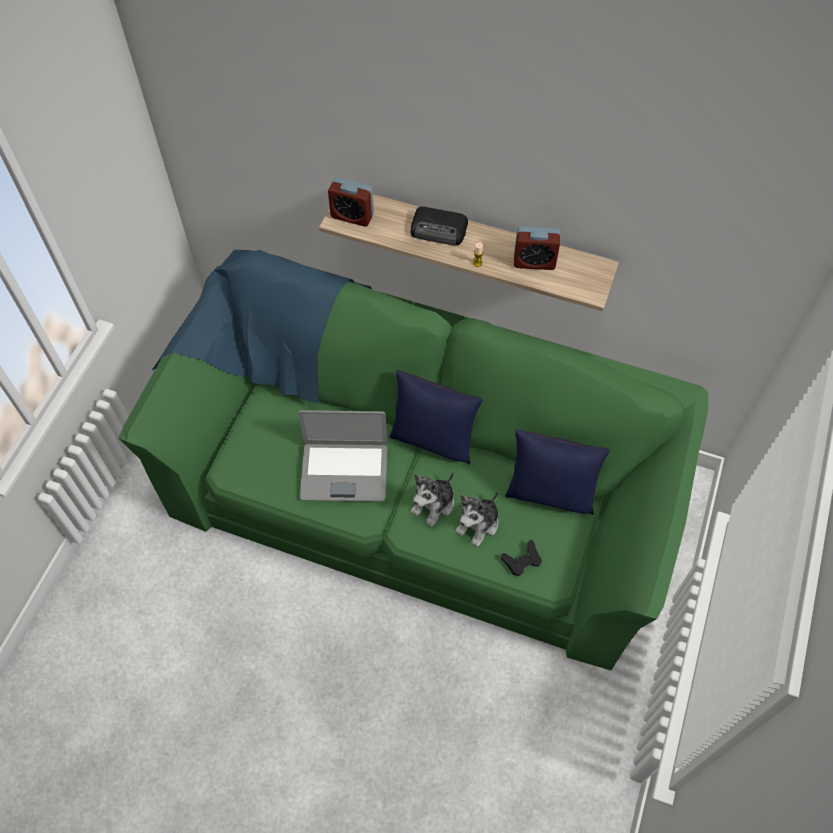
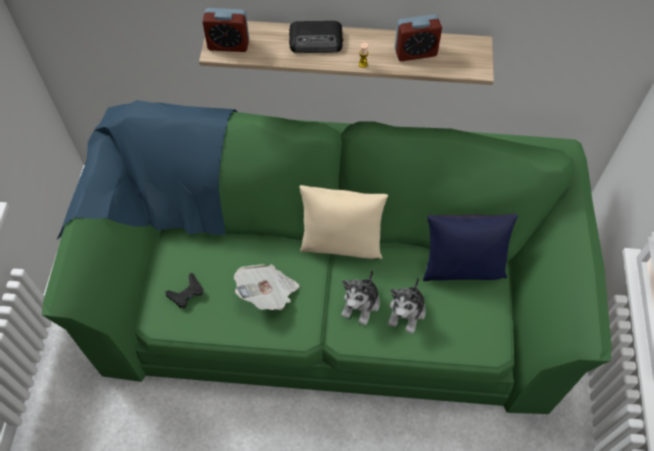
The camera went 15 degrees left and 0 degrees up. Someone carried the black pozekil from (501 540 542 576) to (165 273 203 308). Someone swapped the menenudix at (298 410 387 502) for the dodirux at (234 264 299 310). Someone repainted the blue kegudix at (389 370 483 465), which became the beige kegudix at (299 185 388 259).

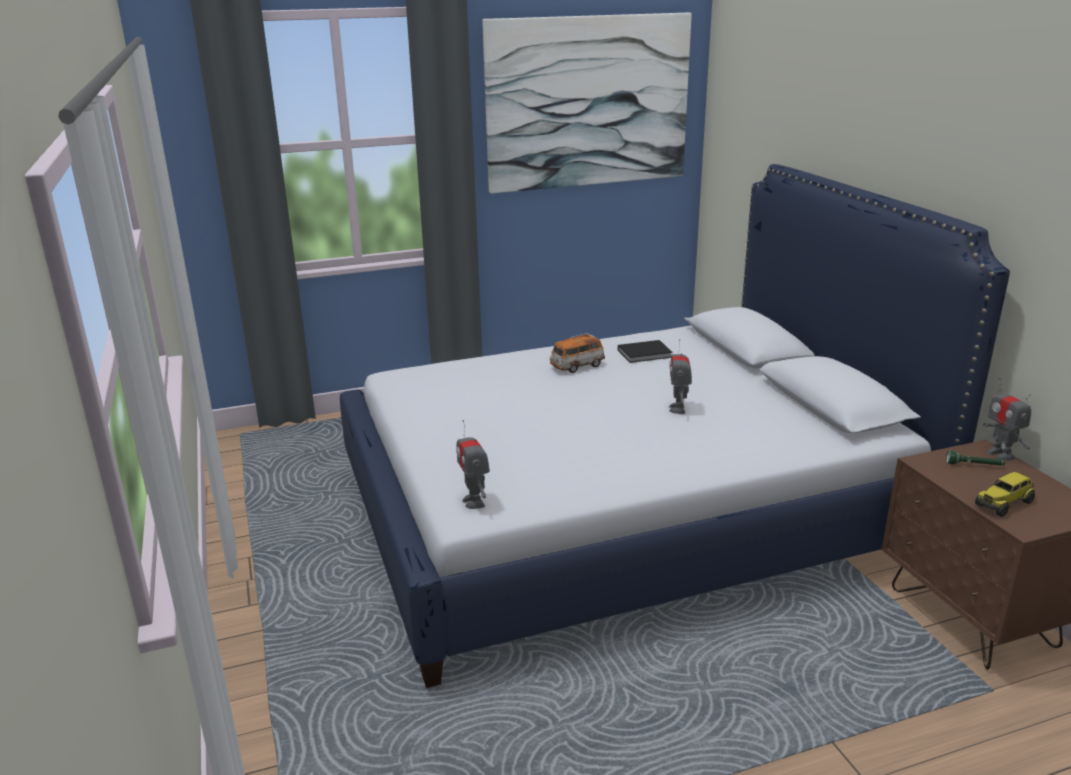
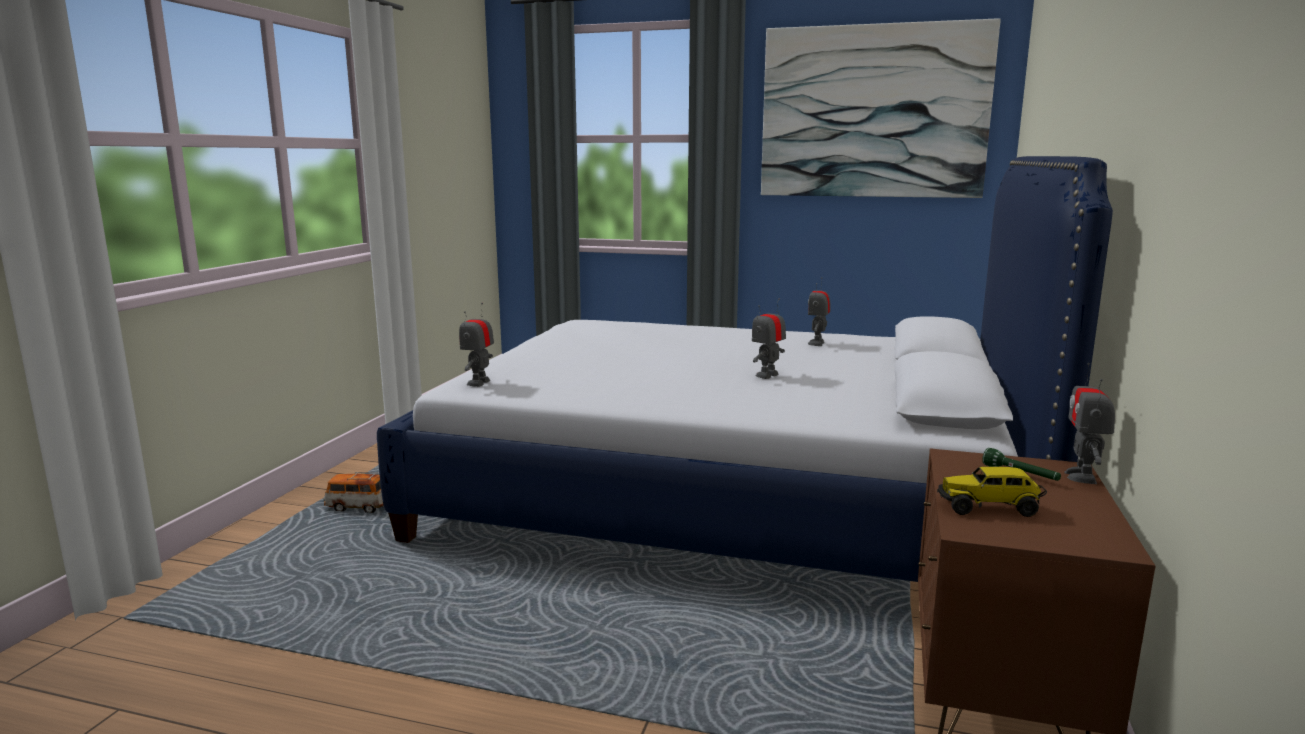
The camera went 35 degrees right and 10 degrees down. Someone carried the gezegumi from (550 333 605 373) to (323 472 384 513). Someone swapped the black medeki at (618 340 673 363) for the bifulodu at (808 277 831 346).

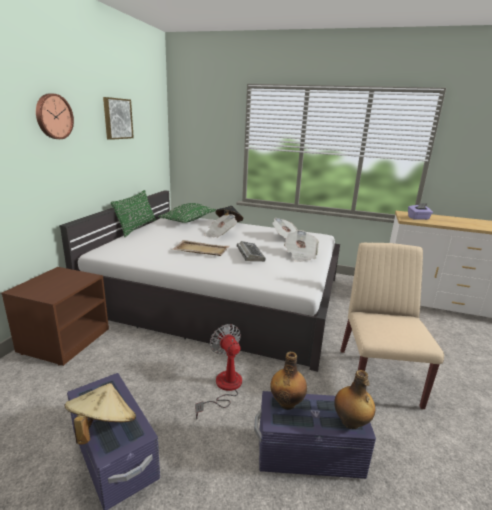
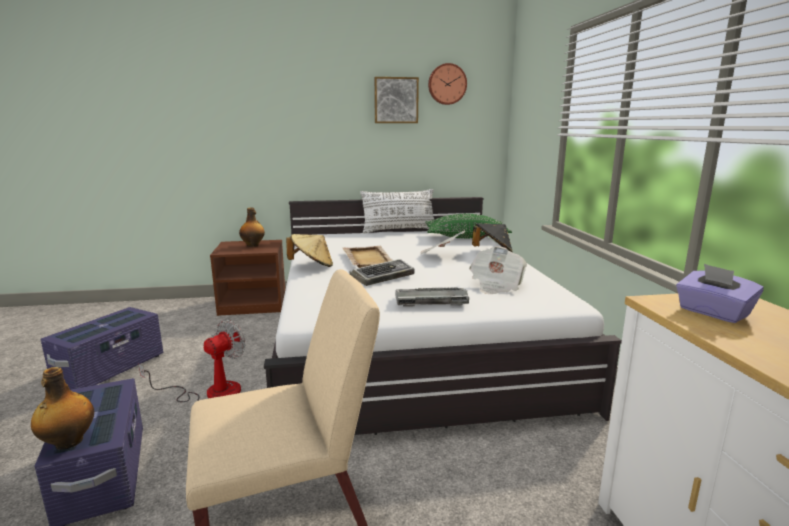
The camera went 65 degrees right and 5 degrees down. Someone carried the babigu from (270 352 307 410) to (239 208 265 247). Someone carried the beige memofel from (64 383 136 445) to (286 234 333 267). Someone repainted the green kegudix at (111 190 156 237), which became the white kegudix at (360 189 435 233). Someone swapped the dodirux at (284 230 319 262) for the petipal at (396 287 469 307). Someone carried the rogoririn from (36 94 74 139) to (428 63 467 105).

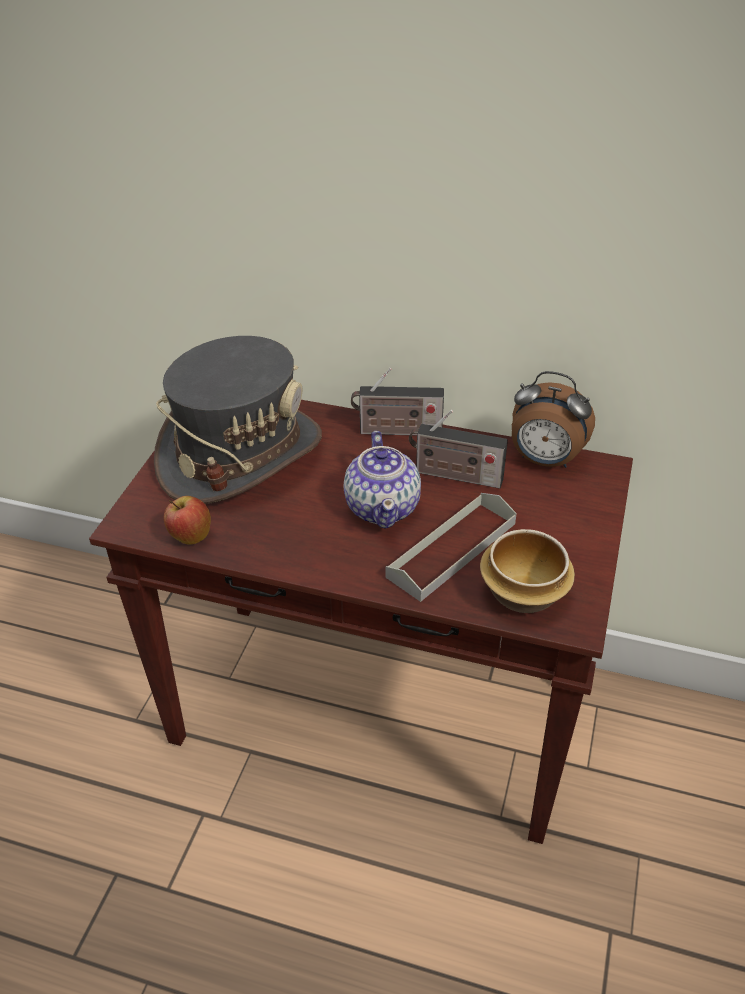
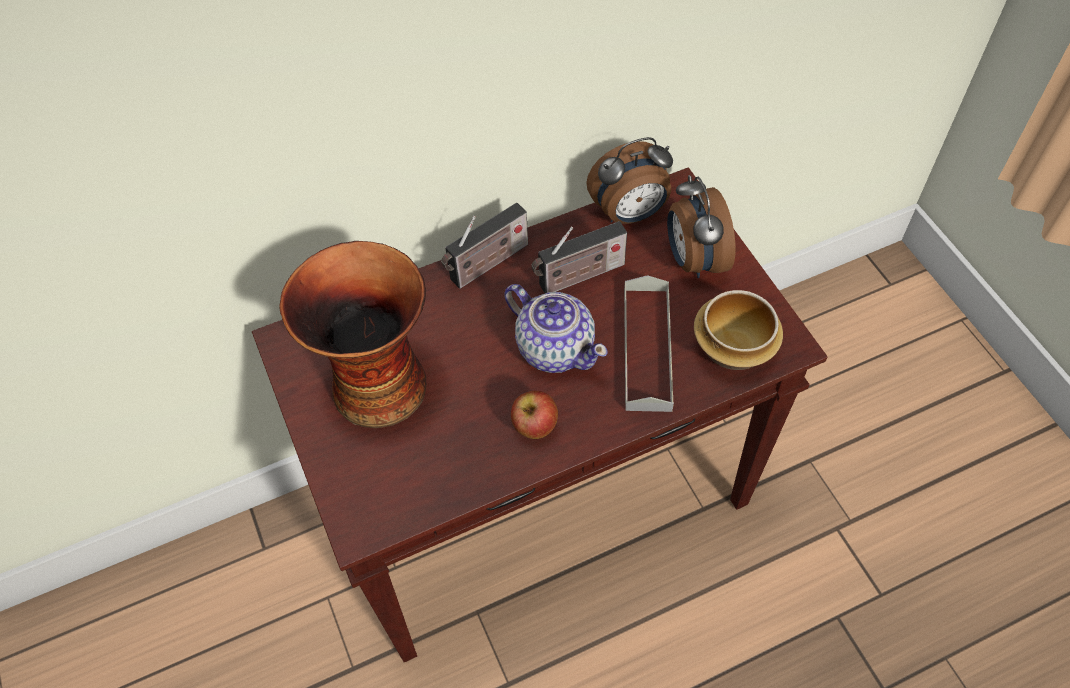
The camera went 40 degrees left and 15 degrees up. Someone swapped the grey memofel at (154 336 322 504) for the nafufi at (279 241 426 428). Someone carried the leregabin from (164 496 211 544) to (511 391 558 439). Someone put down the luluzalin at (667 175 736 278).

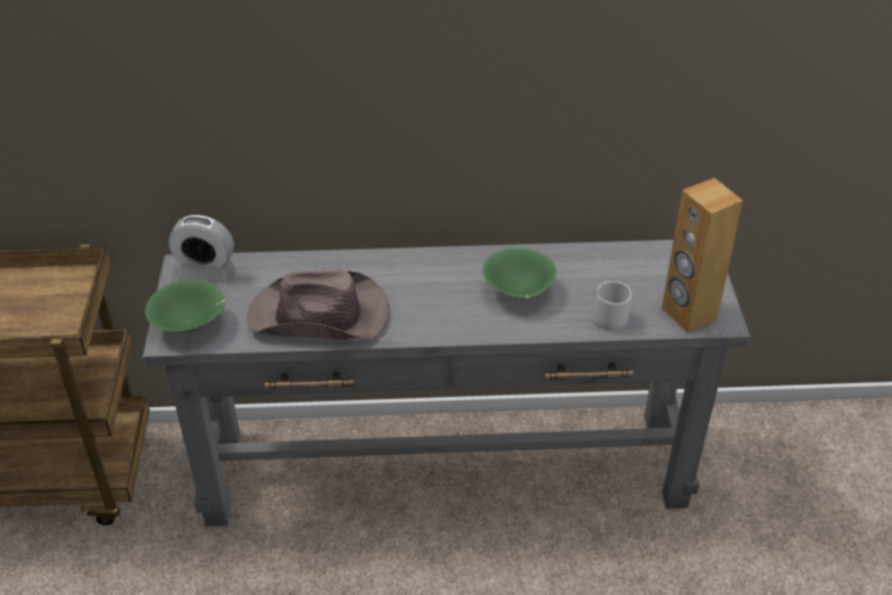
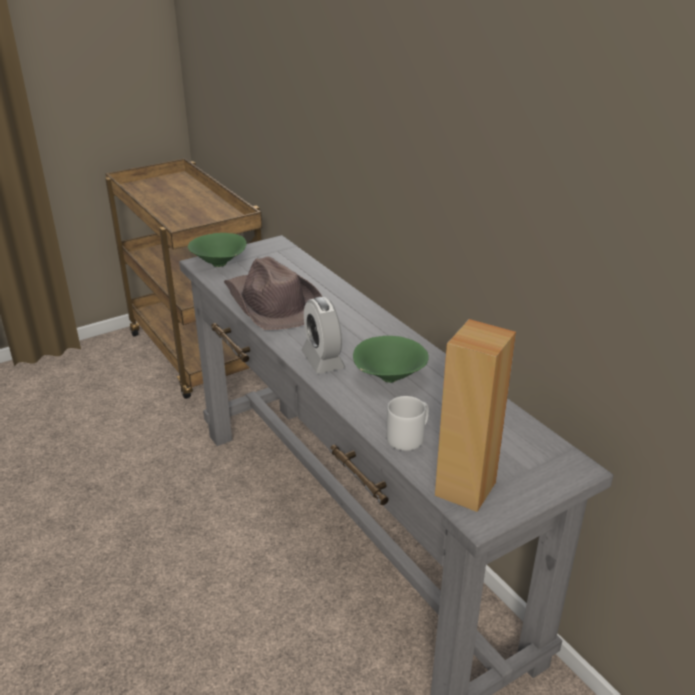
The camera went 60 degrees right and 10 degrees down. Someone carried the luluzalin from (169 215 234 283) to (301 297 345 374).

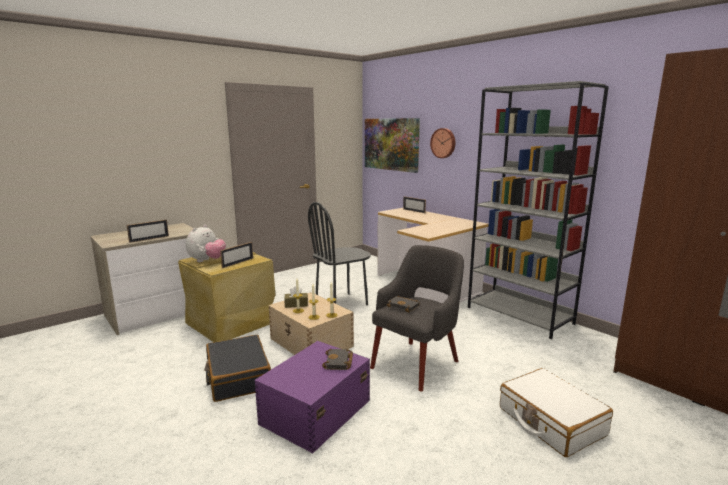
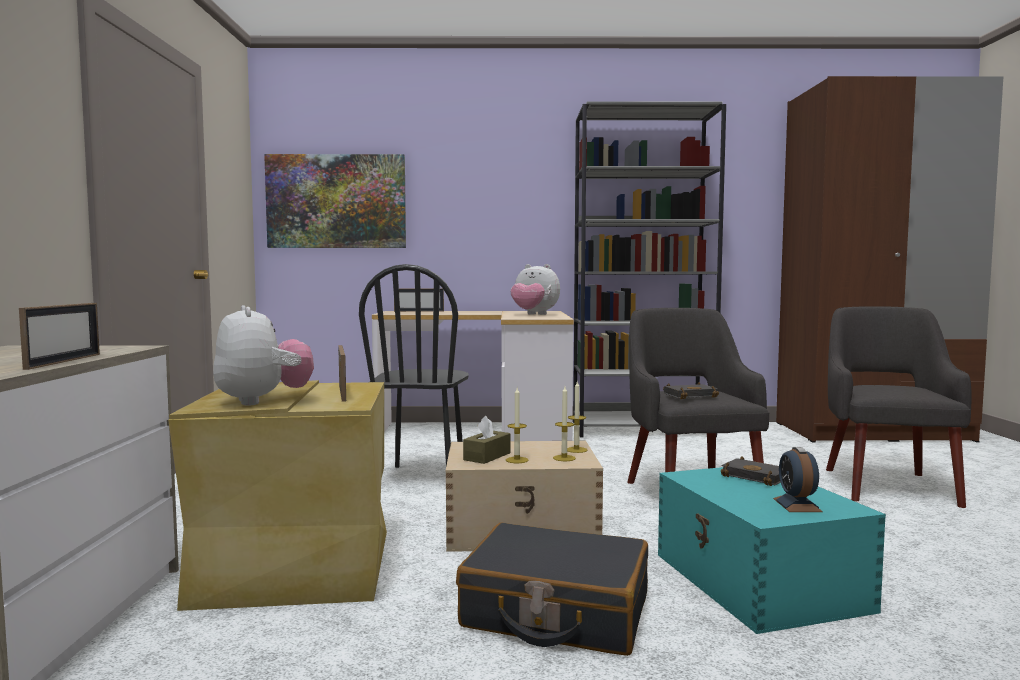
The camera went 50 degrees left and 10 degrees down. Someone put down the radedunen at (510 264 560 315). Someone repainted the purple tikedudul at (255 341 370 453), which became the turquoise tikedudul at (658 467 886 634). Someone put down the luluzalin at (773 447 823 512). Someone swapped the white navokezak at (500 368 613 457) for the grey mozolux at (826 306 972 508). Someone took away the rogoririn at (430 128 455 158).

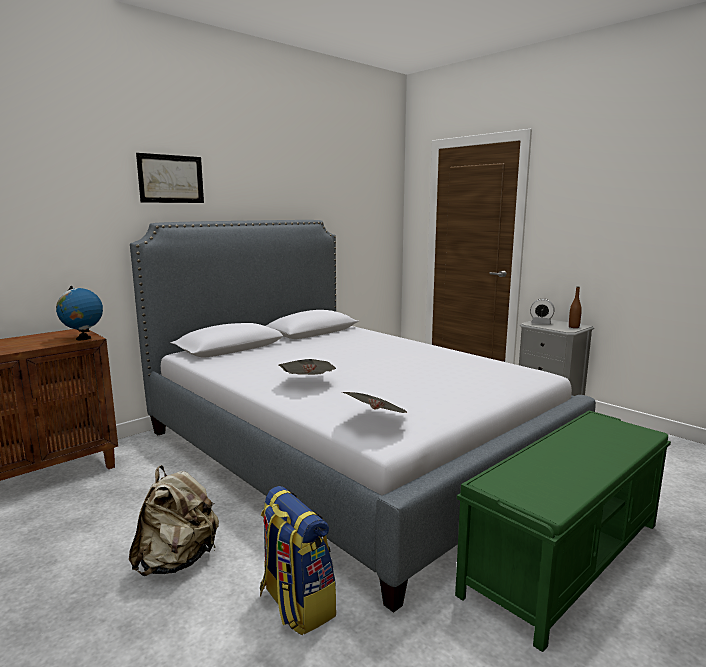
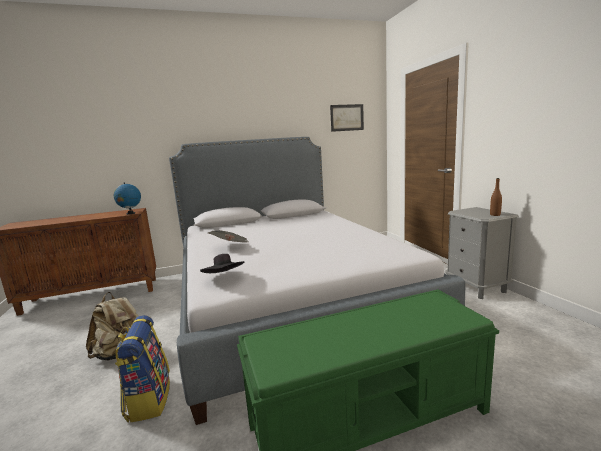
The camera went 25 degrees right and 0 degrees up. Someone swapped the dodirux at (342 392 407 413) for the black memofel at (200 254 244 273). Someone carried the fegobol from (136 153 204 203) to (330 104 364 132). Someone took away the luluzalin at (530 298 555 324).

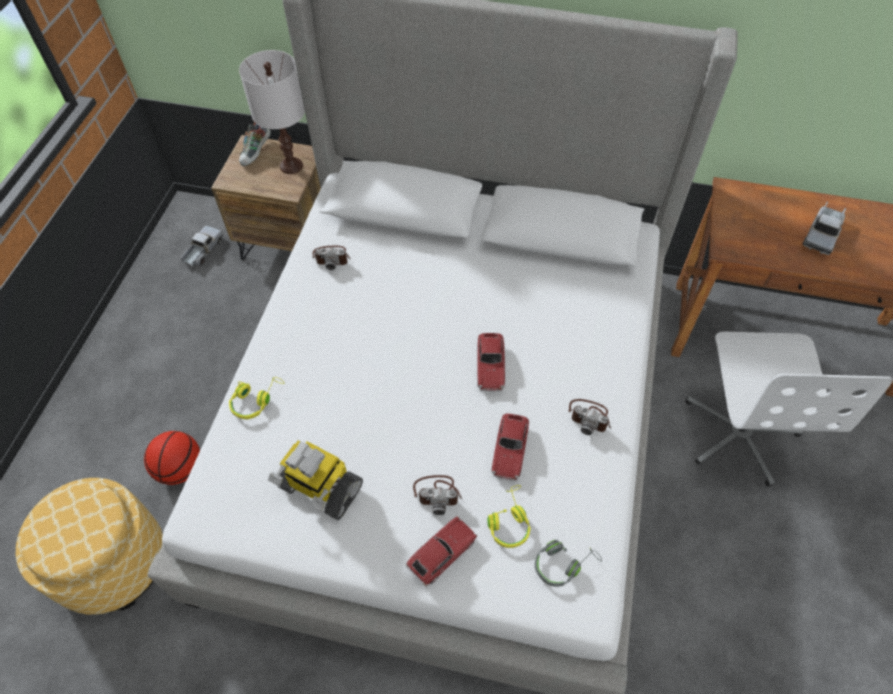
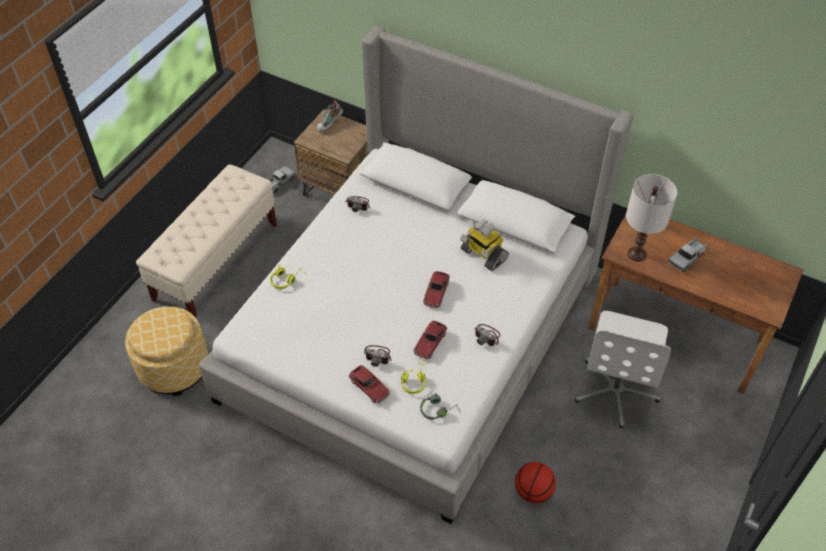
The camera went 15 degrees right and 5 degrees down. Someone put down the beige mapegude at (136 164 277 319). Someone rotated the gezegumi at (406 516 478 587) by 75 degrees clockwise. Someone carried the bifulodu from (268 441 363 520) to (460 219 509 271). Someone carried the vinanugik from (144 431 200 485) to (515 462 556 503). Someone carried the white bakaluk from (239 50 305 174) to (626 174 677 262).

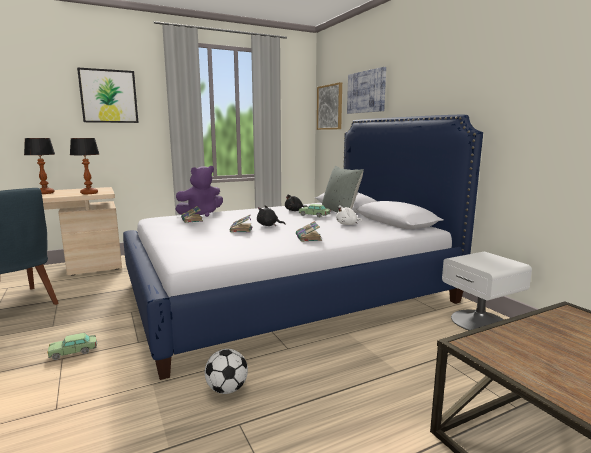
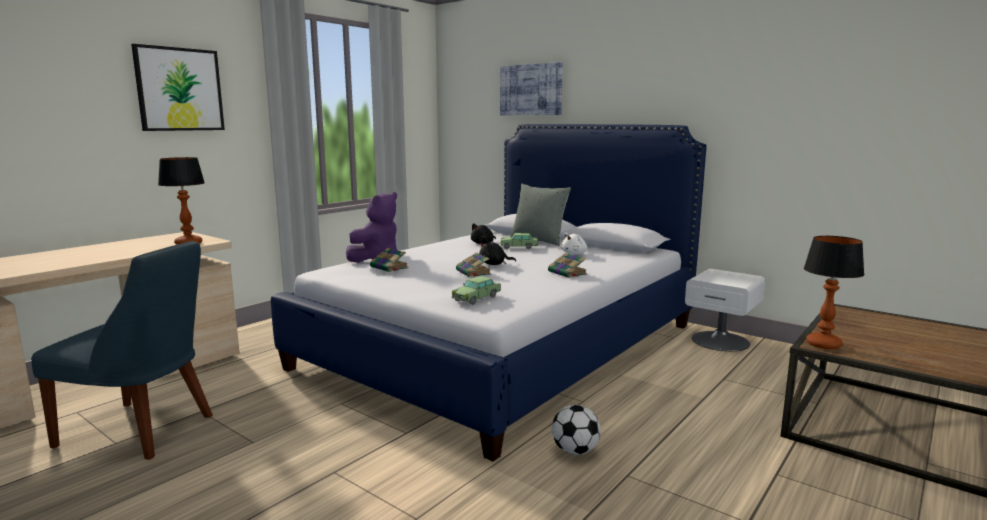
The camera went 25 degrees left and 0 degrees up. Someone carried the gezegumi from (47 333 97 360) to (452 276 501 305). Someone carried the bakaluk from (24 138 55 194) to (804 236 865 349). Someone took away the fegobol at (317 82 342 130).

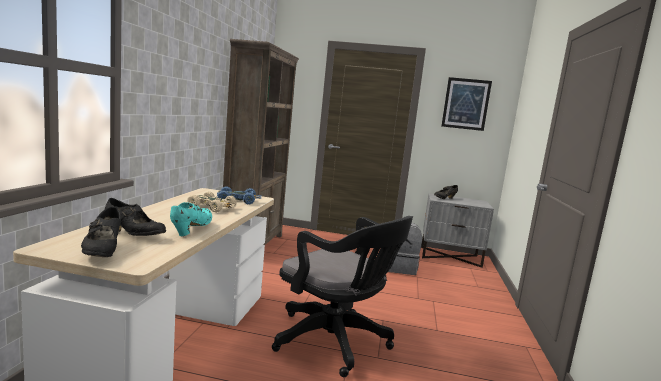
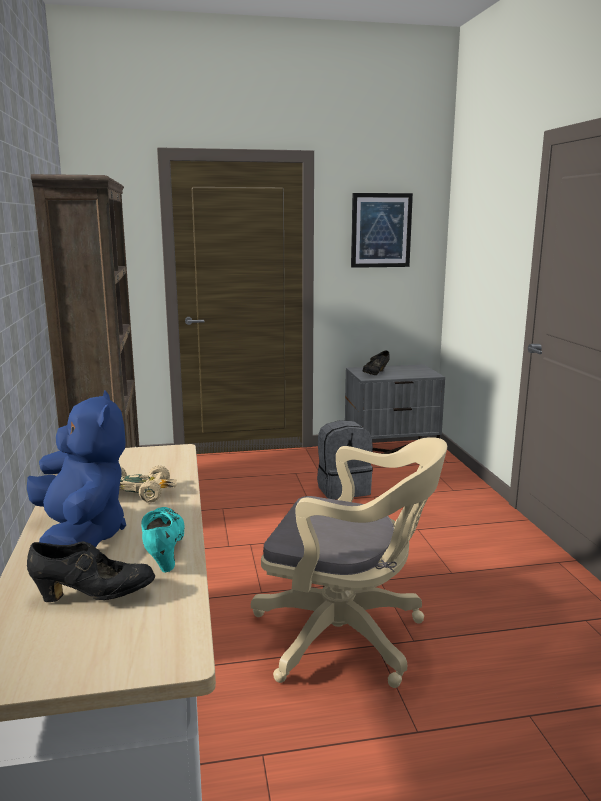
The camera went 20 degrees left and 5 degrees up. Someone put down the blue radedunen at (27 390 126 547). Someone repainted the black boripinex at (272 216 413 377), which became the beige boripinex at (251 437 447 688). Someone took away the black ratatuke at (81 207 121 257). Someone took away the blue gezegumi at (217 186 262 204).

